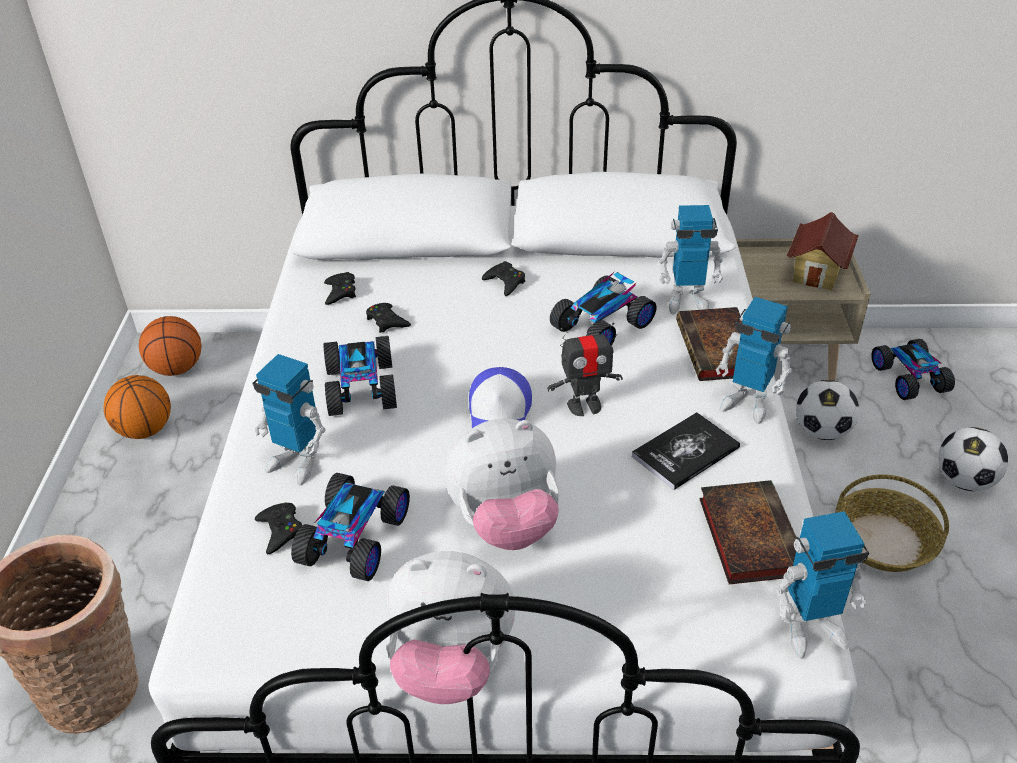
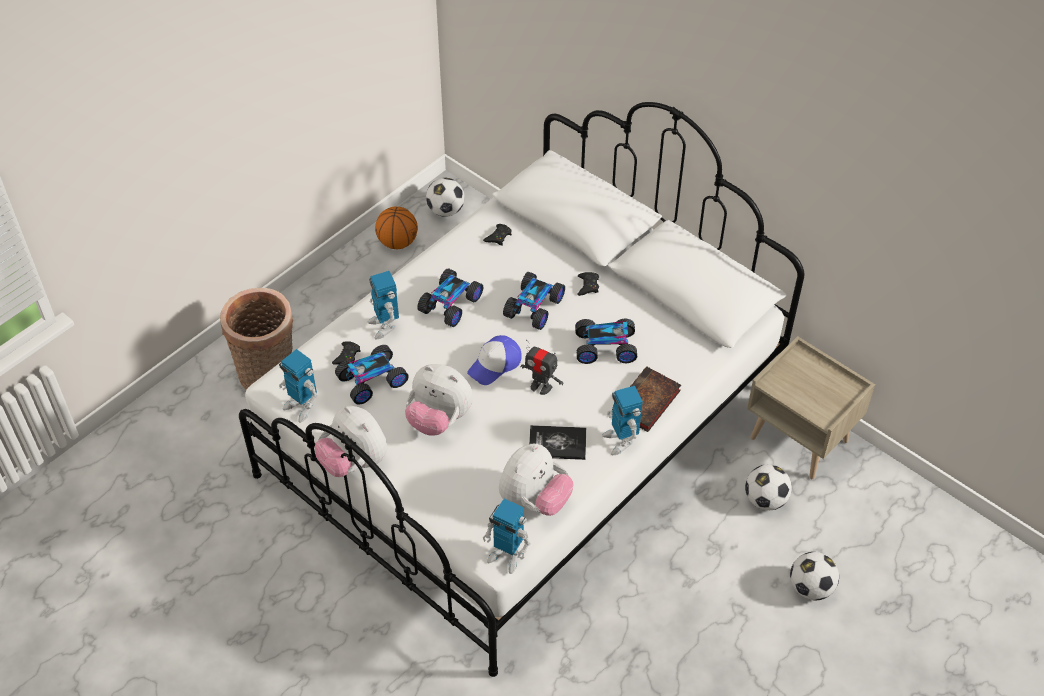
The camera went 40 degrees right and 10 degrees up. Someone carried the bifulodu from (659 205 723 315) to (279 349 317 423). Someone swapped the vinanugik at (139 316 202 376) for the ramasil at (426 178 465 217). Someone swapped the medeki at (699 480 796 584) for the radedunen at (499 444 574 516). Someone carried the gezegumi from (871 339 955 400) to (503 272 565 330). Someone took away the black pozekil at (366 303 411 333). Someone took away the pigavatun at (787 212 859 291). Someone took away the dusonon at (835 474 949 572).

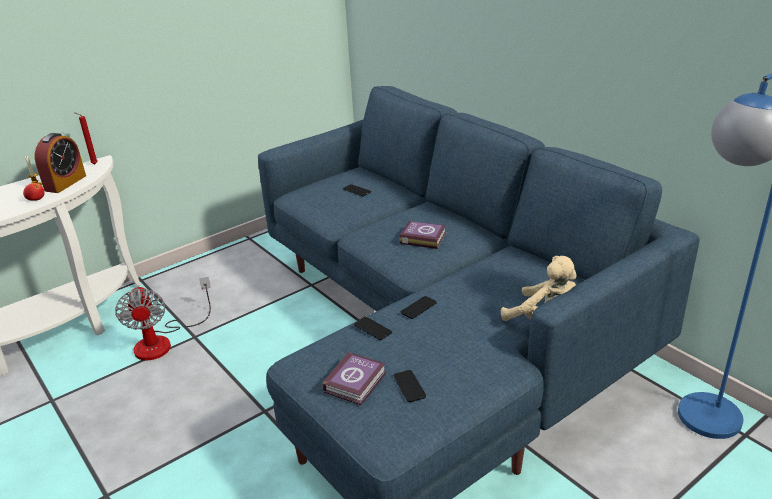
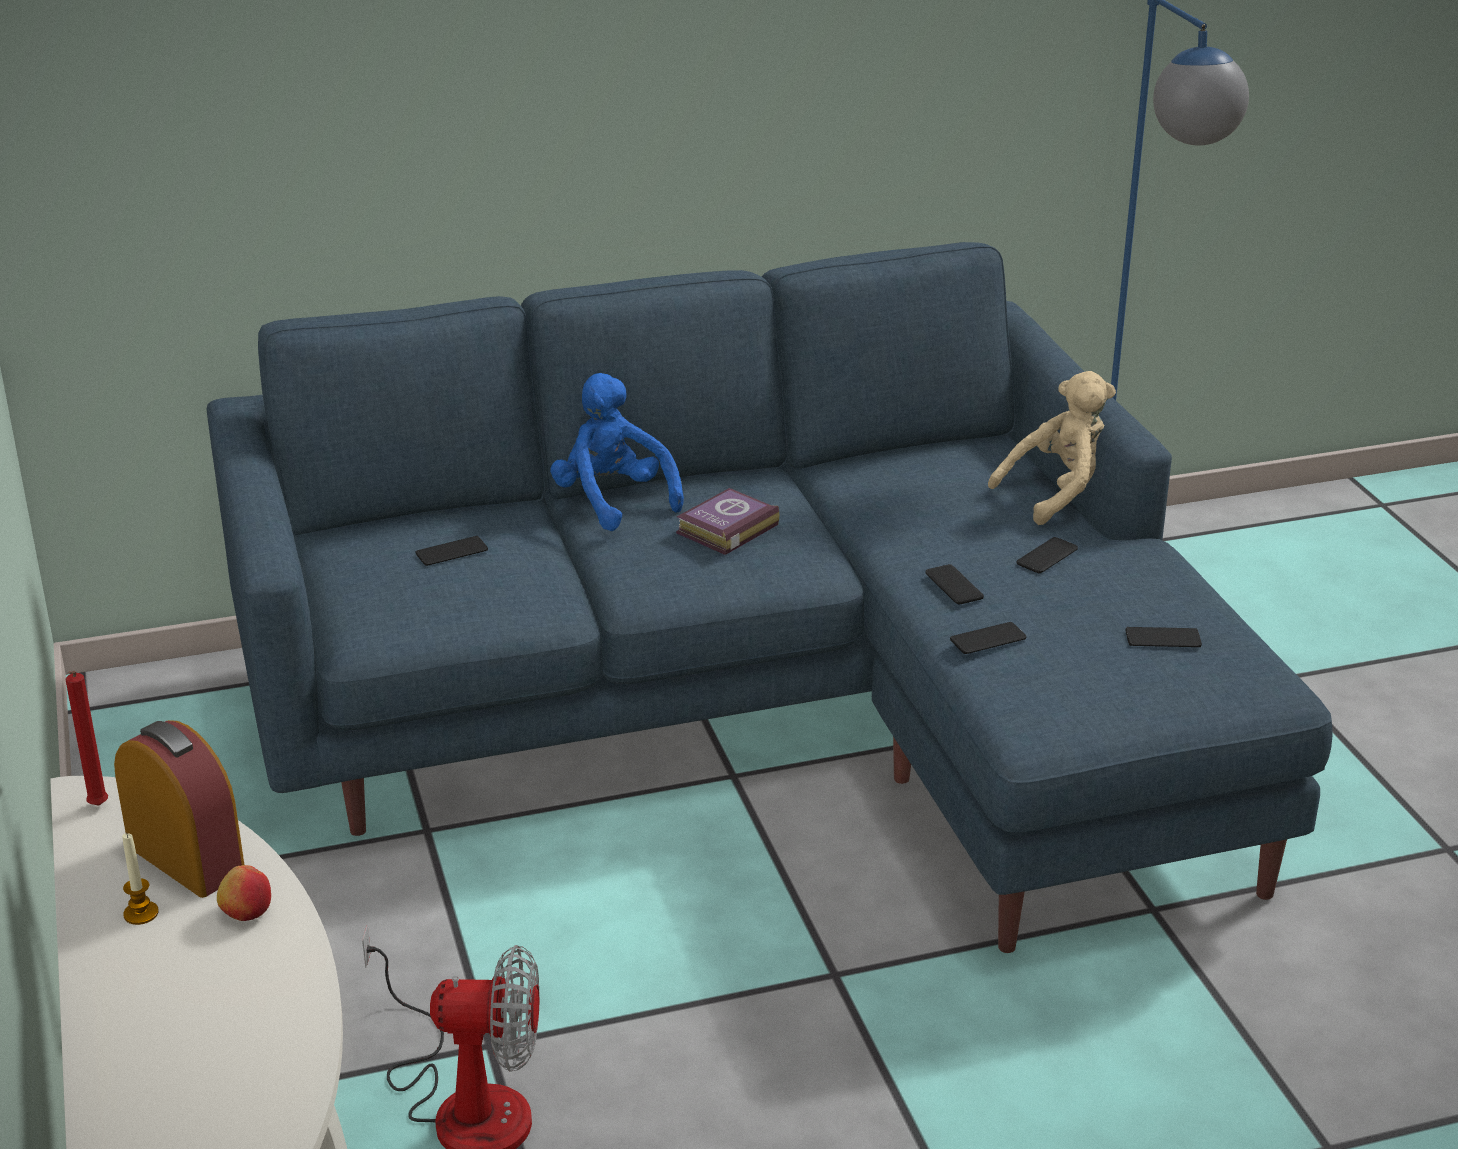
The camera went 70 degrees left and 0 degrees up. Someone put down the blue radedunen at (550 373 684 531). Someone put down the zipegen at (1016 537 1078 573). Someone took away the medeki at (322 351 386 405).

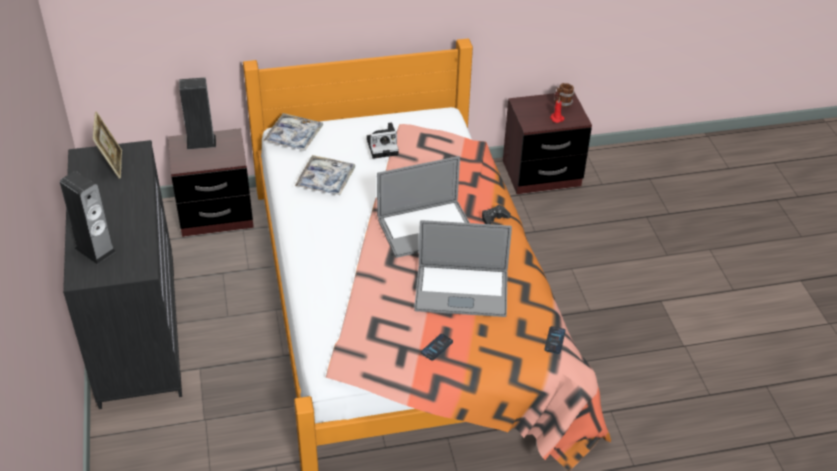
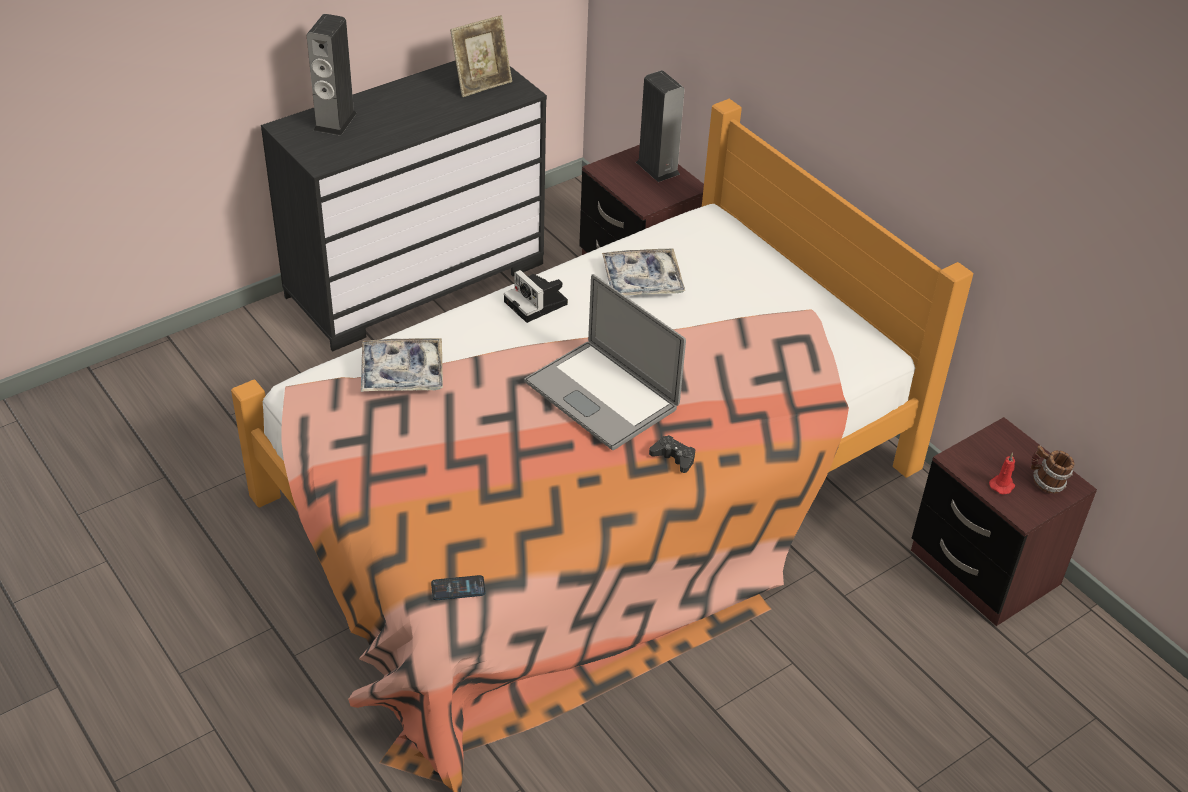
The camera went 65 degrees right and 0 degrees up. Someone carried the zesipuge from (263 113 323 151) to (361 338 443 392). Someone carried the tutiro from (367 122 399 159) to (504 270 568 323). Someone took away the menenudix at (414 220 512 317). Someone took away the zipegen at (421 334 453 360).

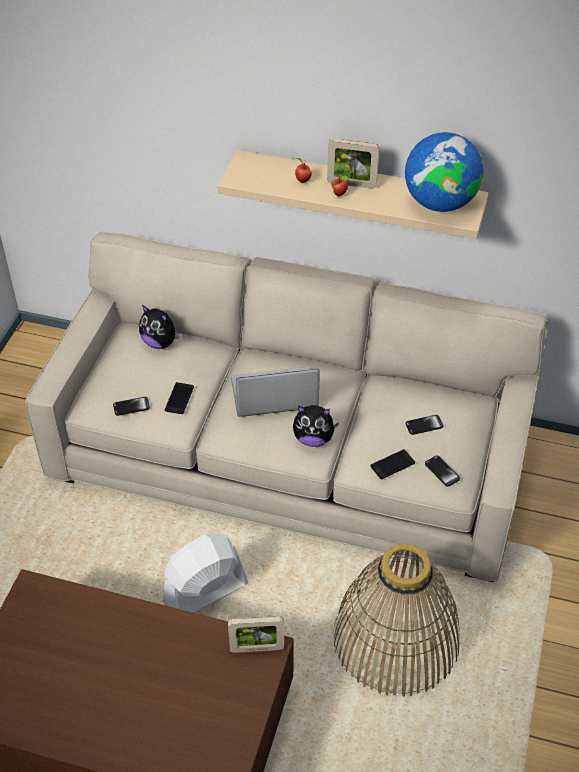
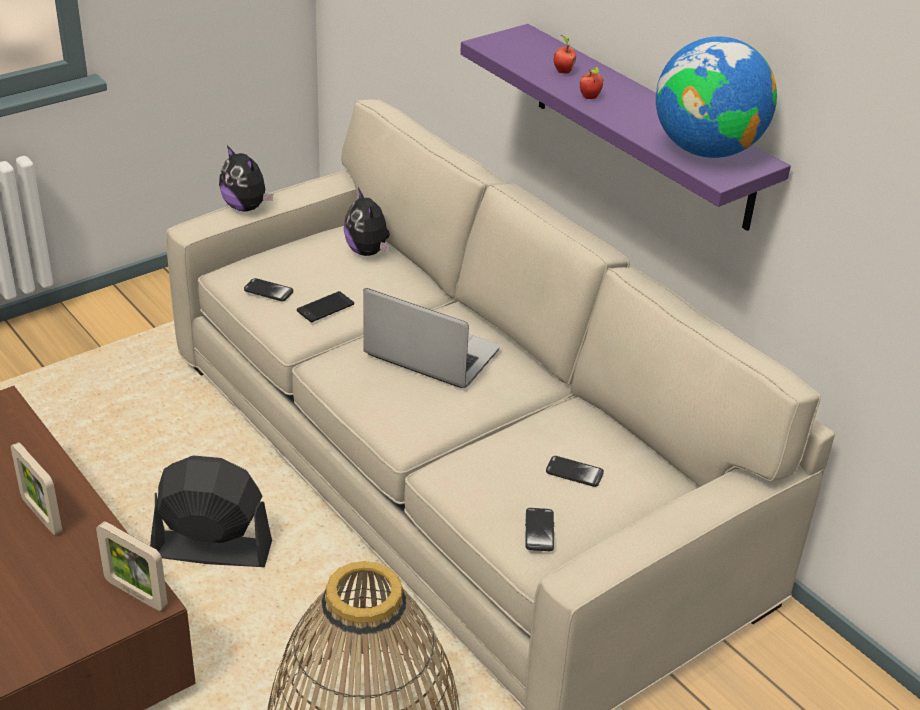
The camera went 35 degrees right and 10 degrees down. Someone carried the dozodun from (327 139 379 189) to (11 442 62 535). Someone repainted the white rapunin at (163 533 248 613), which became the black rapunin at (150 456 272 567). Someone carried the radedunen from (293 405 339 447) to (219 145 273 212). Someone repainted the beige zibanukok at (217 150 488 239), which became the purple zibanukok at (460 24 791 231). Someone took away the zipegen at (370 449 415 479).

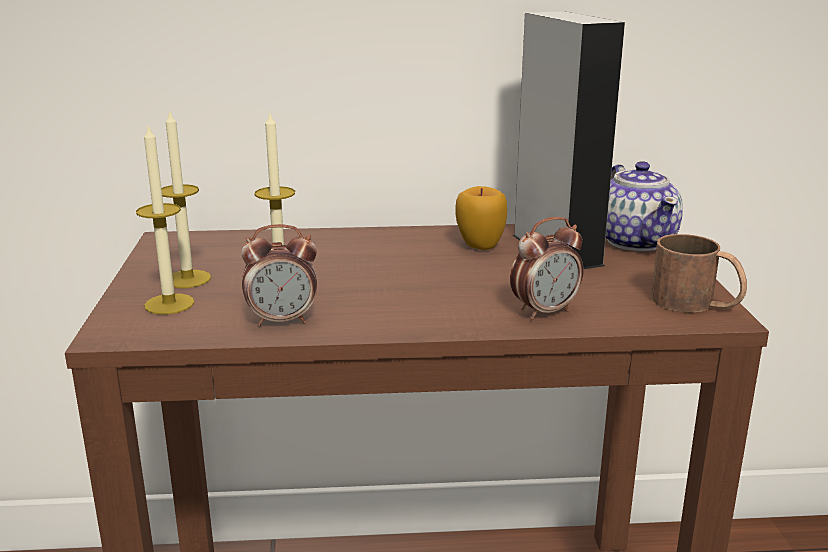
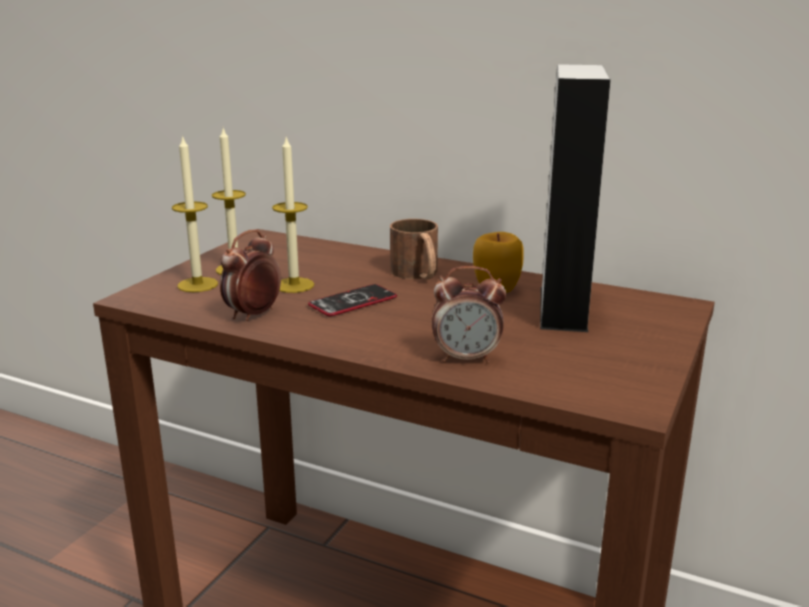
The camera went 30 degrees right and 0 degrees up. Someone rotated the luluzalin at (241 224 317 327) by 105 degrees clockwise. Someone put down the zipegen at (308 284 397 316). Someone carried the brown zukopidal from (651 234 747 312) to (390 219 438 280). Someone took away the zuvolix at (606 161 683 251).

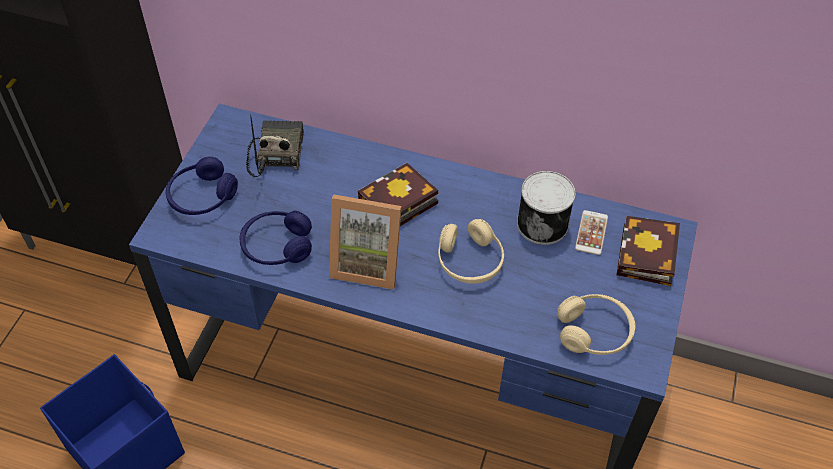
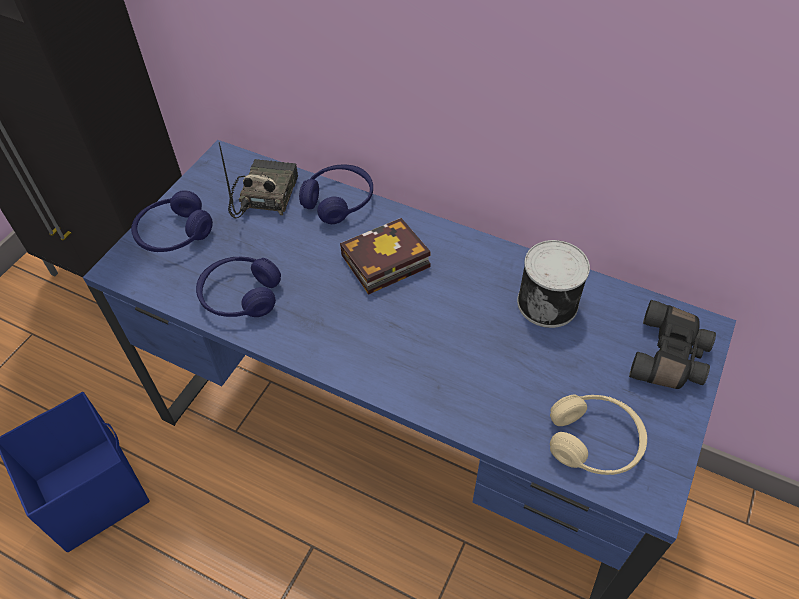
The camera went 10 degrees right and 0 degrees up. Someone put down the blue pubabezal at (299 164 373 224). Someone swapped the medeki at (616 216 680 286) for the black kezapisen at (629 300 716 389). Someone took away the dozodun at (329 195 402 290). Someone took away the beige pubabezal at (438 219 504 284). Someone took away the zipegen at (575 210 608 255).

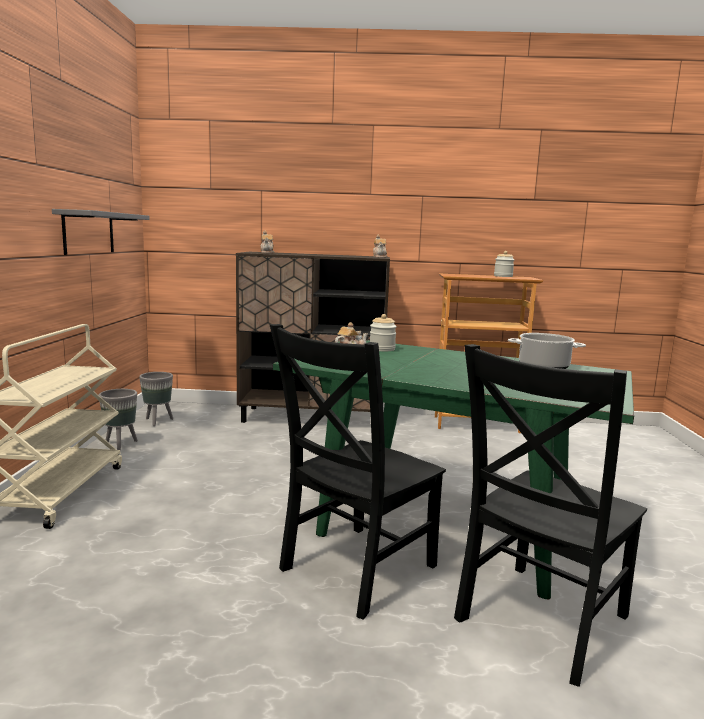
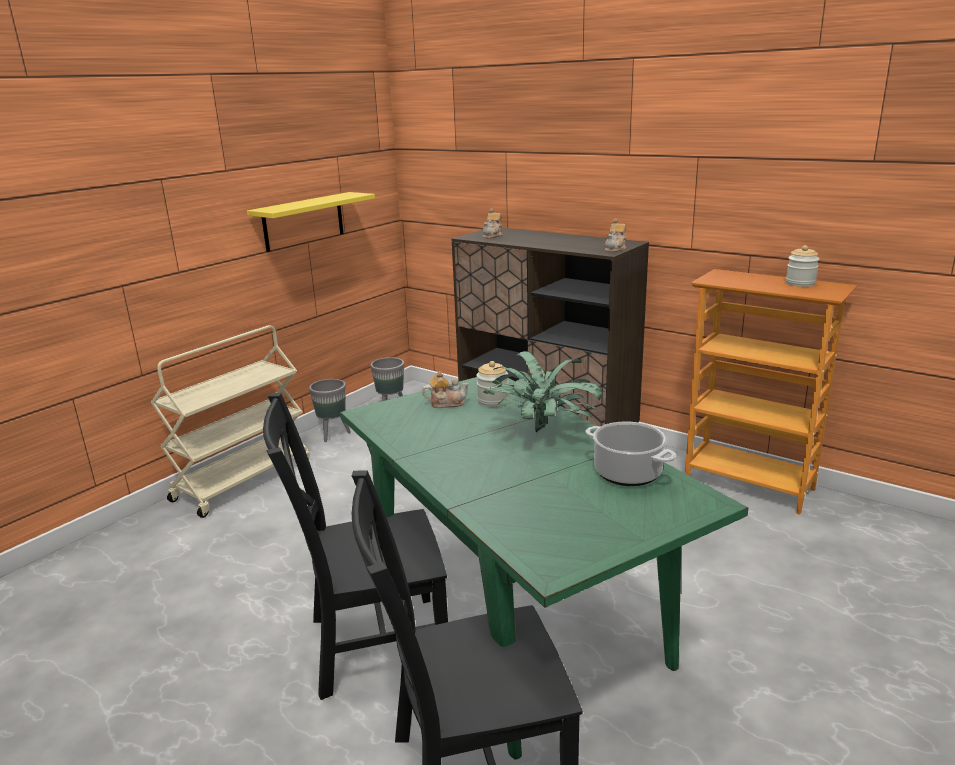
The camera went 35 degrees right and 10 degrees up. Someone repainted the grey zibanukok at (52 209 150 255), which became the yellow zibanukok at (247 192 375 252). Someone put down the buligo at (483 351 604 432).

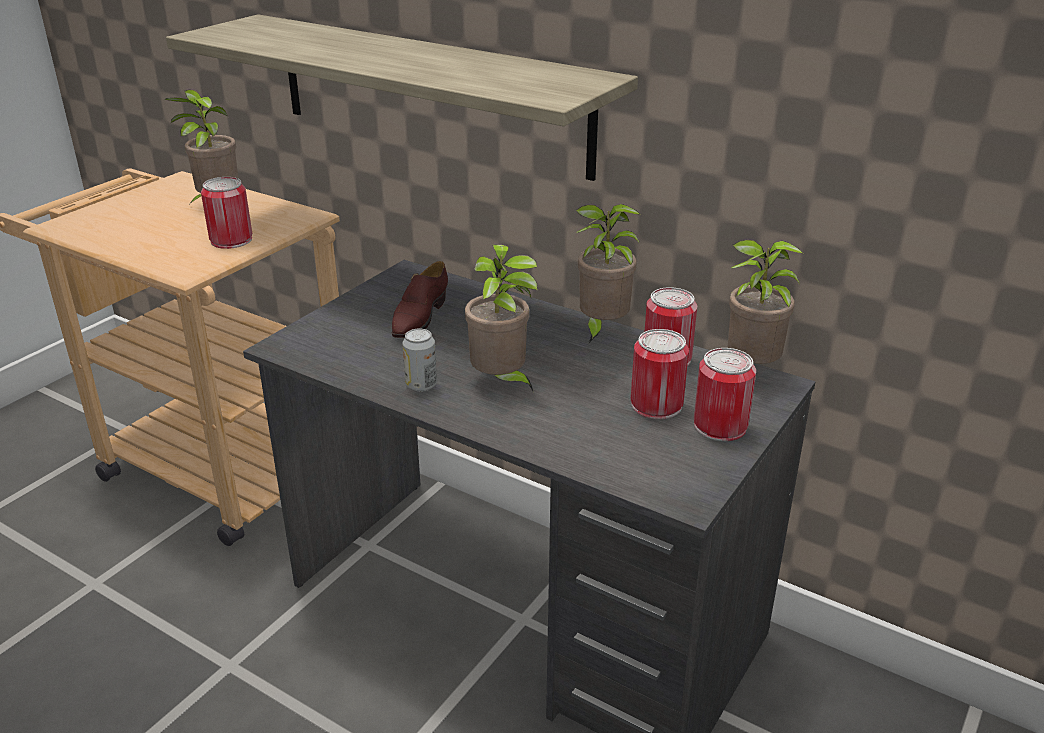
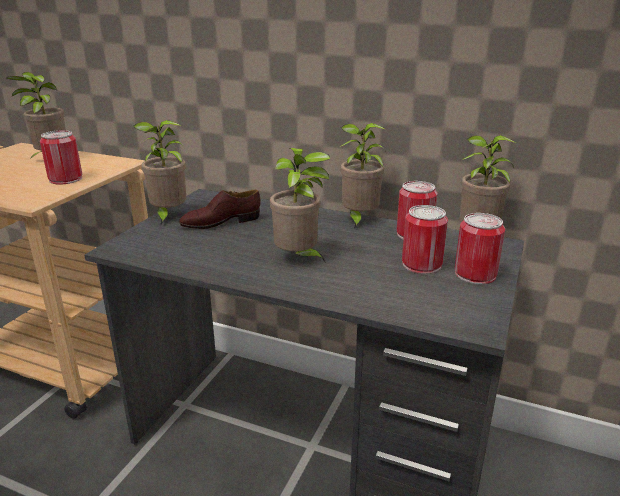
The camera went 10 degrees left and 5 degrees down. Someone put down the buligo at (134 120 186 226). Someone rotated the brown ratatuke at (392 261 448 338) by 60 degrees clockwise. Someone took away the zibanukok at (166 14 638 181). Someone took away the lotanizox at (402 329 437 392).

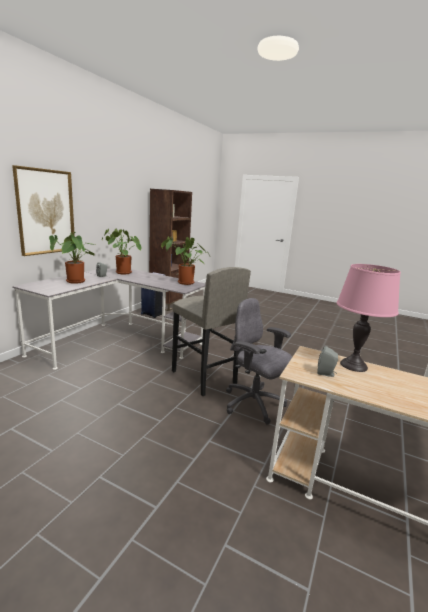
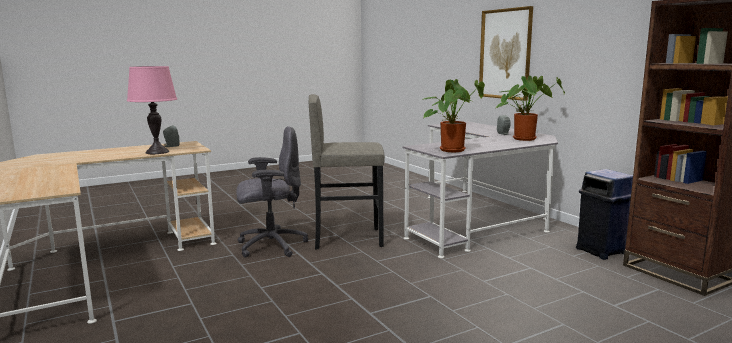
The camera went 125 degrees right and 5 degrees down. Someone took away the buligo at (49 232 95 284).

